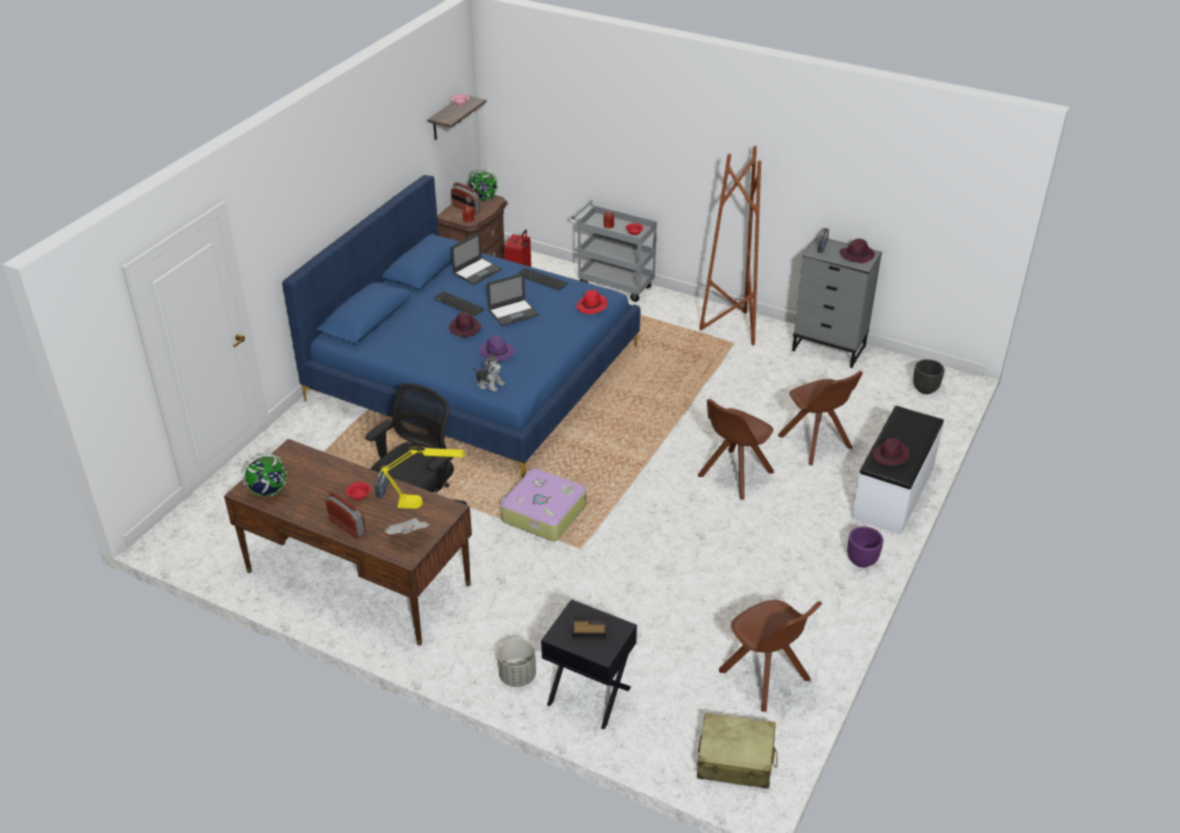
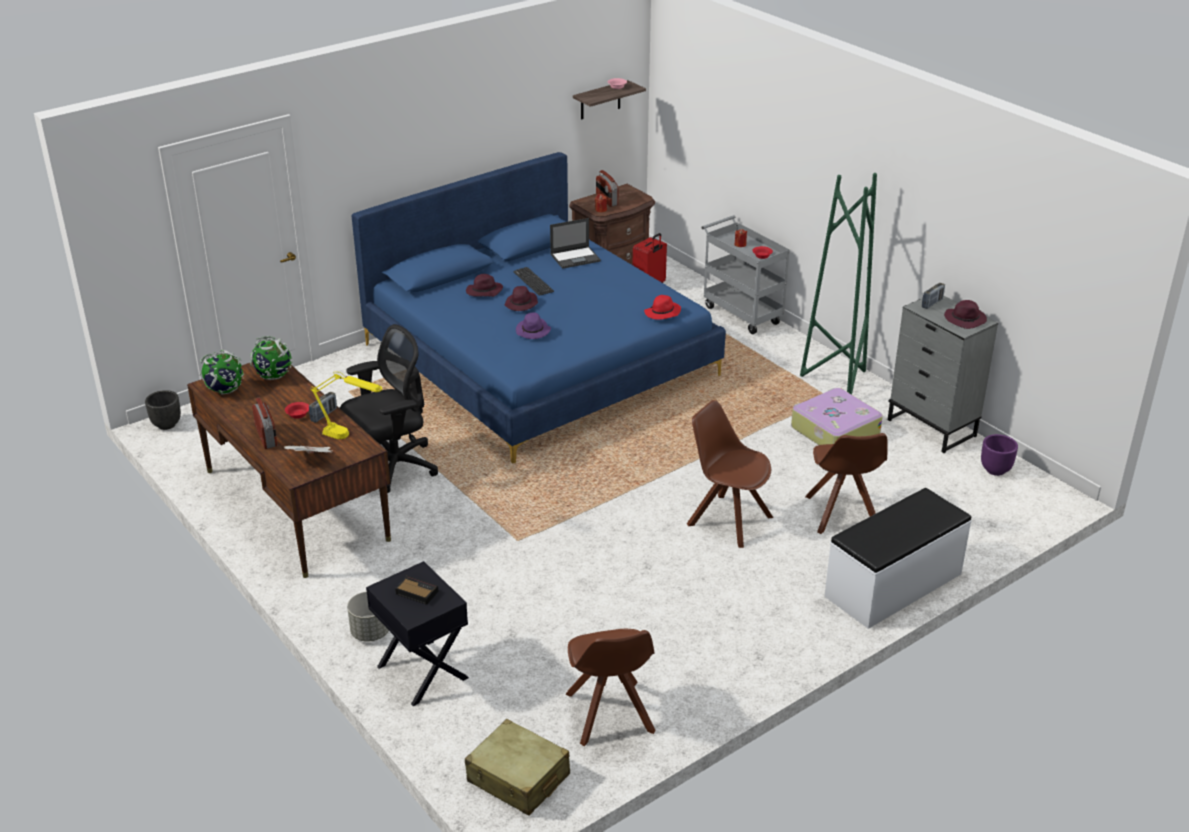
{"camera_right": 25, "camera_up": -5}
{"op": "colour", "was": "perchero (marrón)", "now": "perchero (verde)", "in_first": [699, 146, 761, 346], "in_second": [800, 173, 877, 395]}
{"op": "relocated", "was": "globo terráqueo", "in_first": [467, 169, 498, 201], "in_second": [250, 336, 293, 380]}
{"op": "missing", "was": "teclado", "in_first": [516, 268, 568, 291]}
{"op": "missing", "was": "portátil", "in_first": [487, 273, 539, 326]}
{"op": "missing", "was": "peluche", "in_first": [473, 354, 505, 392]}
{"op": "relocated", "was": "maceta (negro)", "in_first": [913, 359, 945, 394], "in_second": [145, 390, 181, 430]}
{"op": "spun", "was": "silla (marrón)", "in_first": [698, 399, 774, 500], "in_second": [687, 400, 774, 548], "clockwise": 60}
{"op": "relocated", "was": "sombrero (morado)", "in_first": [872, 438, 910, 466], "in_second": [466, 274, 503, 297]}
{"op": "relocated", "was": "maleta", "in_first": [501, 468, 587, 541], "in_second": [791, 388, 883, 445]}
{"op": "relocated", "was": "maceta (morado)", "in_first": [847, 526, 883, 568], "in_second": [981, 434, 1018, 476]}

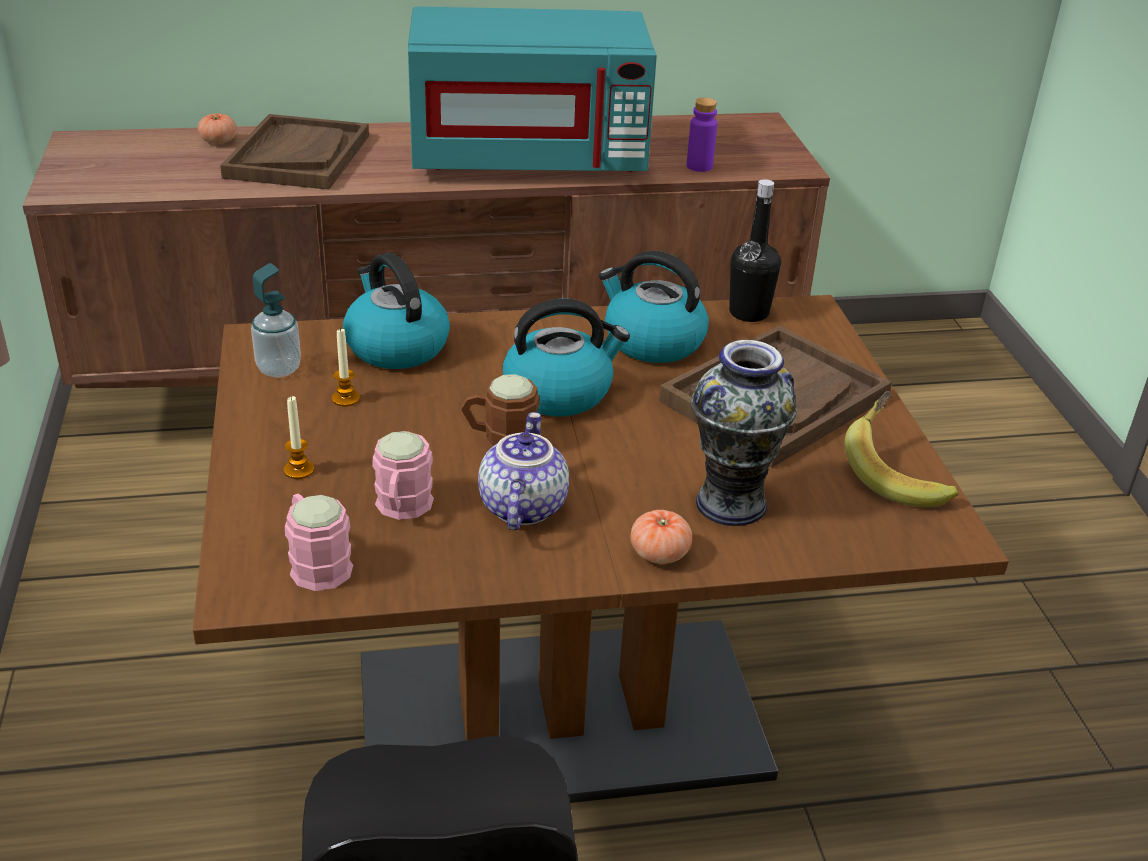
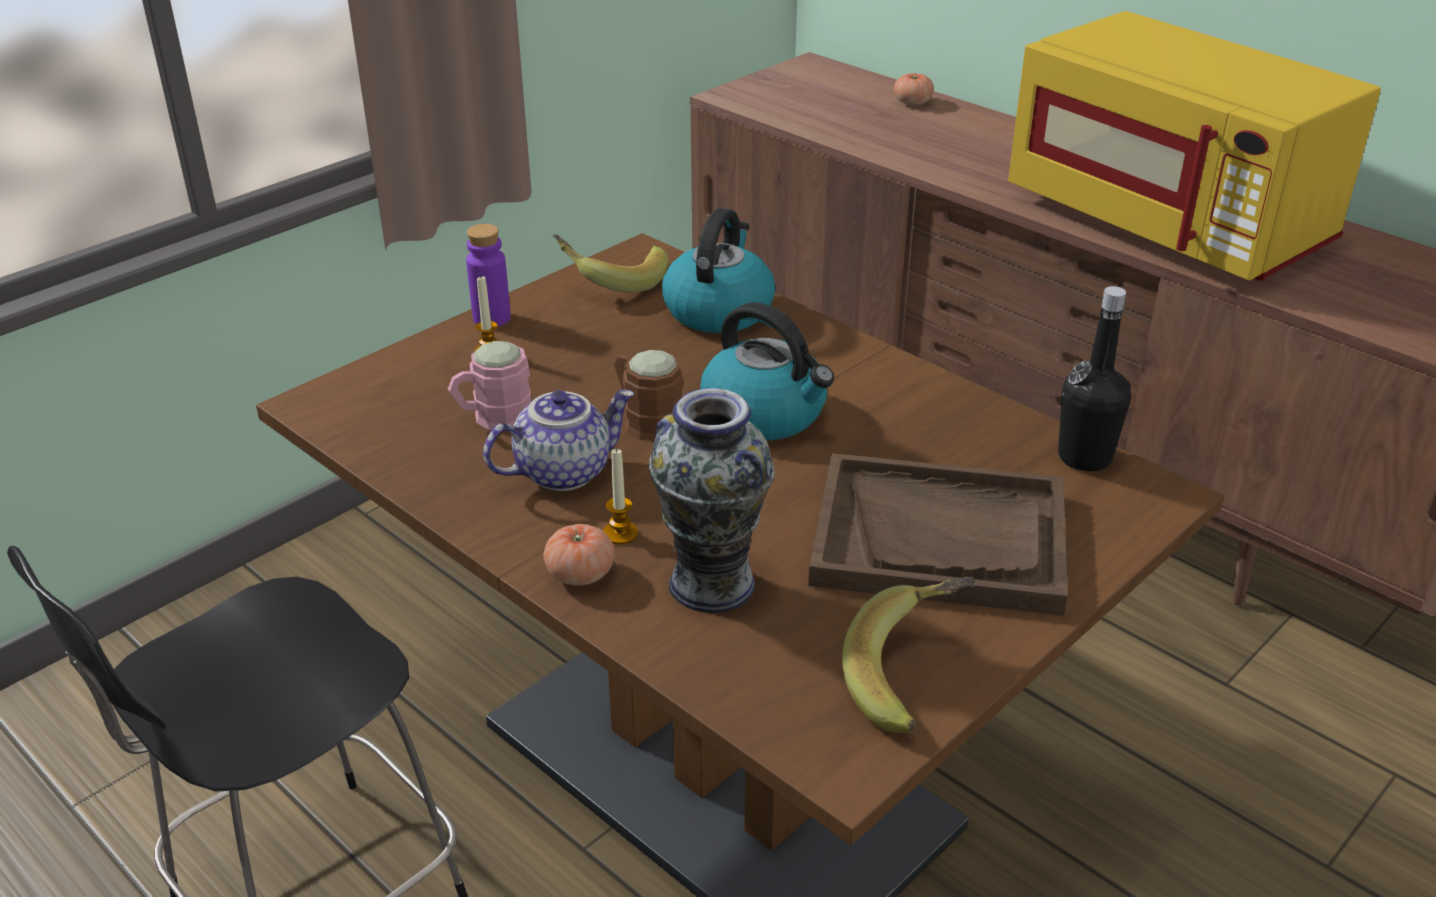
{"camera_right": 55, "camera_up": 0}
{"op": "colour", "was": "microondas (turquesa)", "now": "microondas (amarillo)", "in_first": [408, 6, 657, 172], "in_second": [1008, 11, 1381, 281]}
{"op": "relocated", "was": "botella (morado)", "in_first": [687, 98, 717, 172], "in_second": [466, 224, 511, 326]}
{"op": "missing", "was": "bandeja (marrón)", "in_first": [220, 114, 369, 190]}
{"op": "missing", "was": "hervidor", "in_first": [599, 251, 709, 363]}
{"op": "exchanged", "was": "dispensador de jabón", "now": "plátano", "in_first": [251, 263, 301, 377], "in_second": [553, 234, 668, 292]}
{"op": "relocated", "was": "vela", "in_first": [332, 327, 360, 407], "in_second": [603, 448, 638, 545]}
{"op": "missing", "was": "taza grande (rosa)", "in_first": [285, 493, 353, 591]}

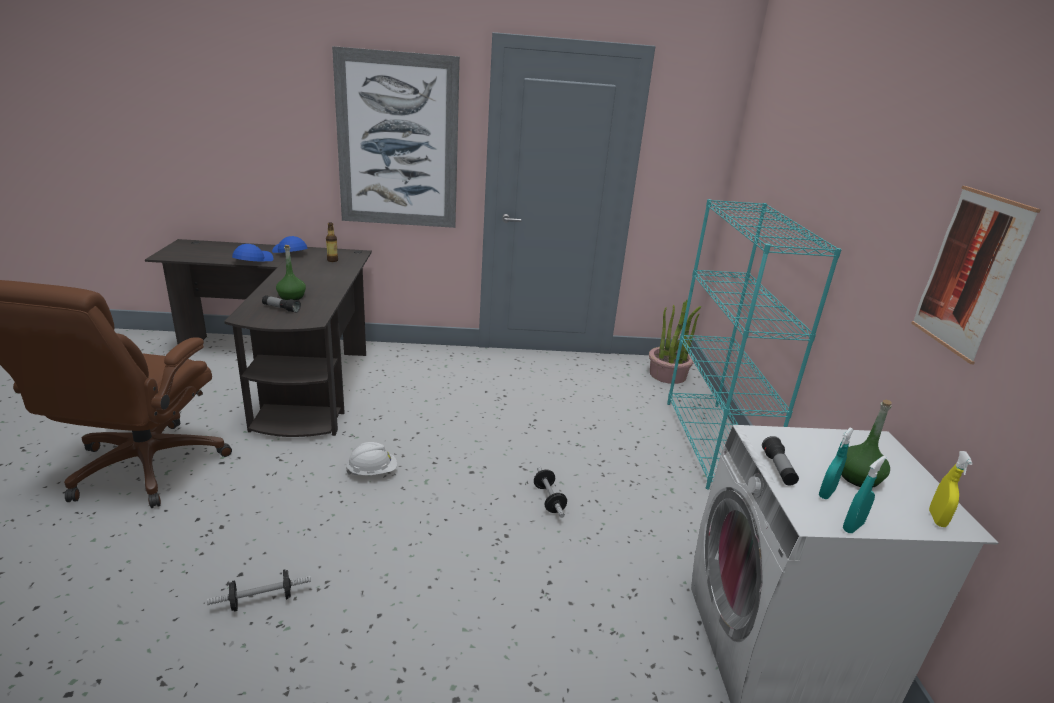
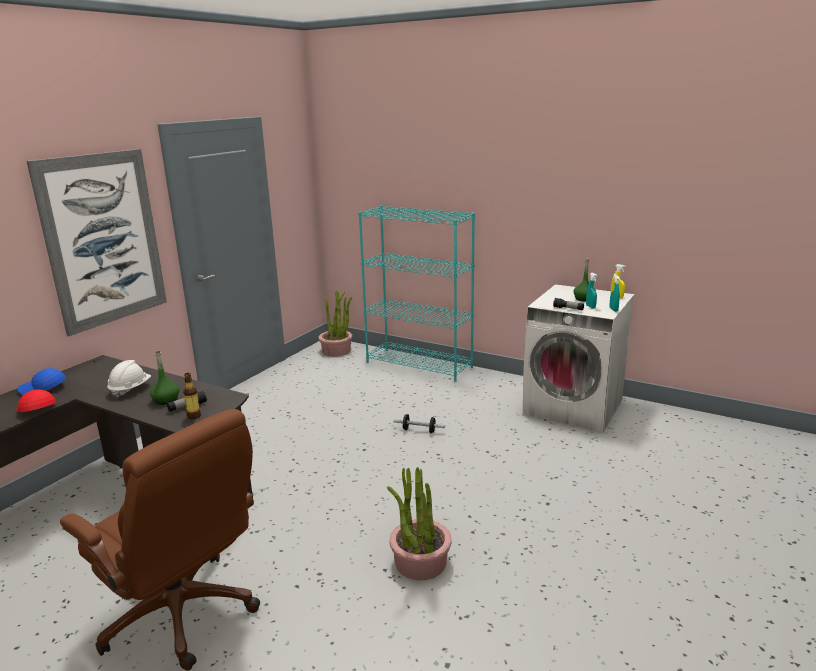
{"camera_right": -55, "camera_up": -5}
{"op": "missing", "was": "cuadro", "in_first": [911, 186, 1041, 364]}
{"op": "relocated", "was": "botella", "in_first": [326, 222, 338, 262], "in_second": [183, 373, 201, 419]}
{"op": "colour", "was": "gorra (azul)", "now": "gorra (rojo)", "in_first": [232, 244, 273, 261], "in_second": [16, 389, 56, 412]}
{"op": "relocated", "was": "casco (blanco)", "in_first": [346, 442, 397, 475], "in_second": [107, 360, 151, 398]}
{"op": "exchanged", "was": "mancuerna", "now": "planta en maceta", "in_first": [207, 569, 311, 612], "in_second": [387, 467, 452, 580]}

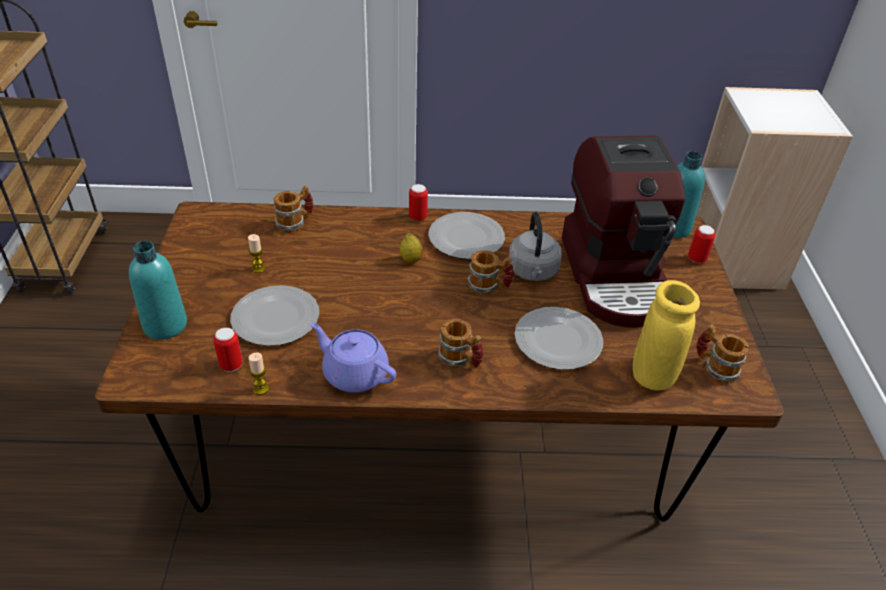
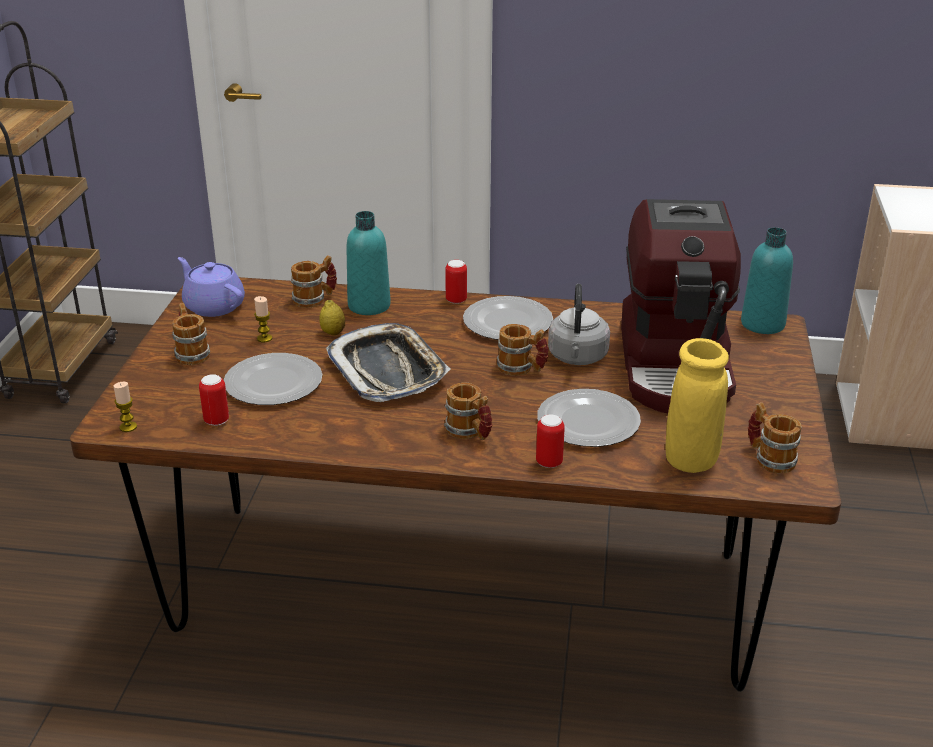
{"camera_right": 10, "camera_up": -10}
{"op": "relocated", "was": "lata", "in_first": [688, 225, 715, 263], "in_second": [536, 414, 565, 468]}
{"op": "relocated", "was": "limón", "in_first": [400, 233, 423, 263], "in_second": [319, 300, 345, 335]}
{"op": "relocated", "was": "botella (turquesa)", "in_first": [129, 241, 187, 340], "in_second": [346, 211, 391, 315]}
{"op": "relocated", "was": "tetera (morado)", "in_first": [310, 322, 396, 393], "in_second": [178, 257, 245, 317]}
{"op": "relocated", "was": "vela", "in_first": [249, 352, 269, 395], "in_second": [113, 382, 137, 432]}
{"op": "appeared", "now": "taza grande", "in_second": [172, 303, 210, 365]}
{"op": "appeared", "now": "bandeja", "in_second": [326, 323, 450, 402]}

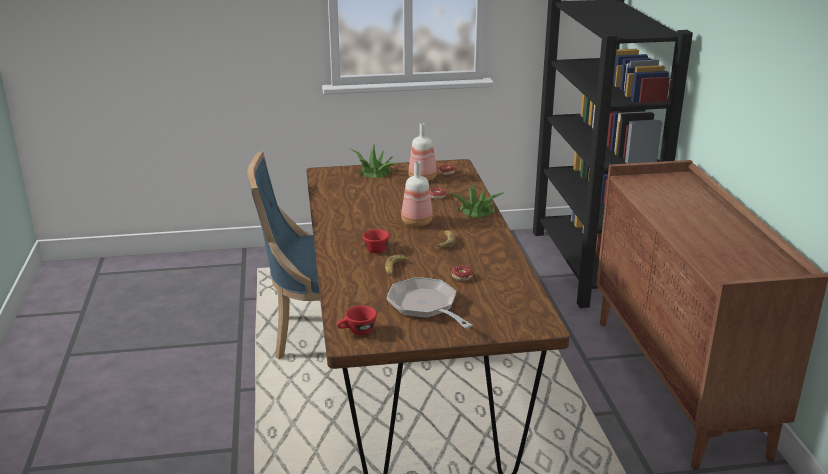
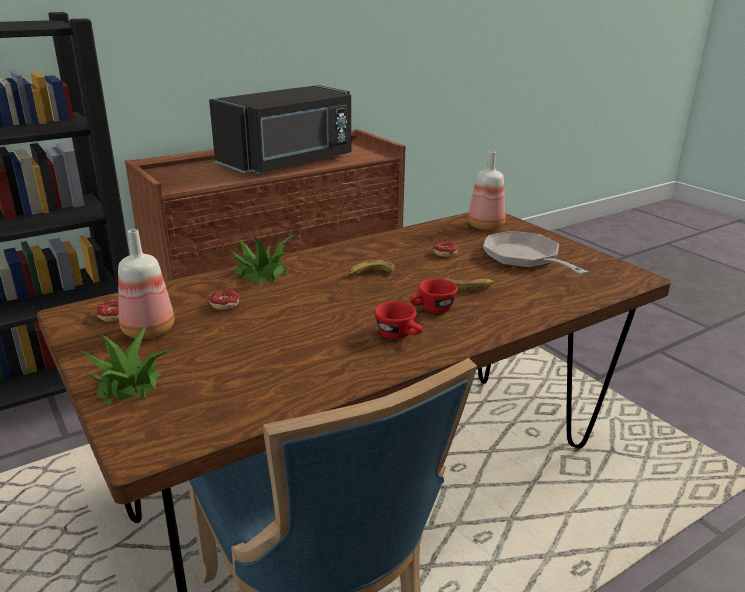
{"camera_right": -115, "camera_up": 0}
{"op": "relocated", "was": "botella", "in_first": [401, 161, 433, 226], "in_second": [468, 151, 505, 230]}
{"op": "spun", "was": "sartén", "in_first": [387, 277, 473, 328], "in_second": [483, 231, 588, 275], "clockwise": 120}
{"op": "relocated", "was": "taza (rojo)", "in_first": [337, 306, 377, 335], "in_second": [375, 301, 423, 339]}
{"op": "appeared", "now": "microondas (negro)", "in_second": [209, 85, 351, 174]}

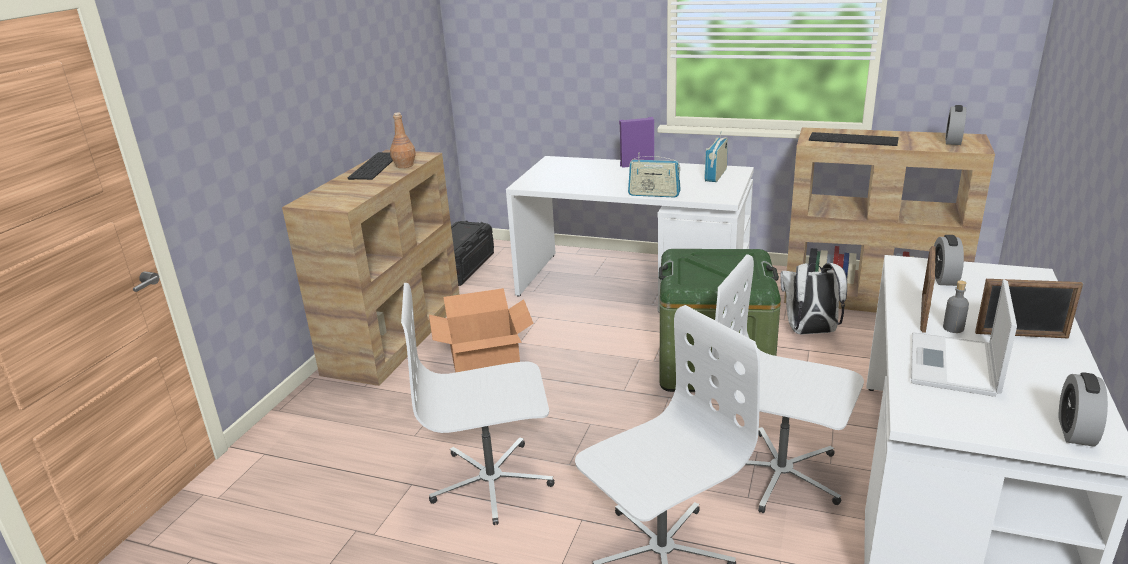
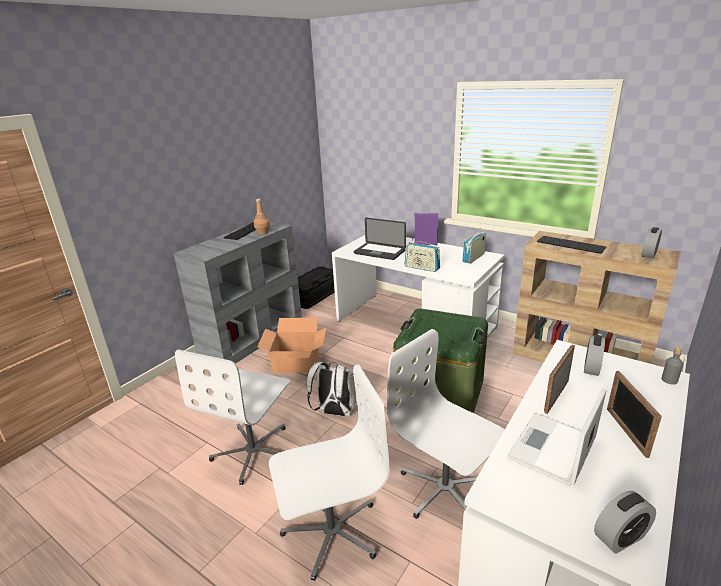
{"camera_right": 15, "camera_up": 0}
{"op": "colour", "was": "estantería (marrón)", "now": "estantería (gris)", "in_first": [282, 150, 460, 386], "in_second": [173, 221, 302, 364]}
{"op": "relocated", "was": "mochila (blanco)", "in_first": [780, 263, 847, 335], "in_second": [307, 362, 356, 416]}
{"op": "spun", "was": "portarretratos", "in_first": [975, 279, 1083, 339], "in_second": [607, 371, 662, 458], "clockwise": 60}
{"op": "relocated", "was": "botella (gris)", "in_first": [943, 280, 969, 333], "in_second": [662, 347, 683, 385]}
{"op": "spun", "was": "silla de oficina (blanco)", "in_first": [401, 283, 554, 525], "in_second": [175, 350, 290, 485], "clockwise": -75}
{"op": "spun", "was": "despertador", "in_first": [1058, 372, 1108, 447], "in_second": [594, 491, 656, 554], "clockwise": -150}
{"op": "appeared", "now": "portátil", "in_second": [354, 218, 406, 260]}

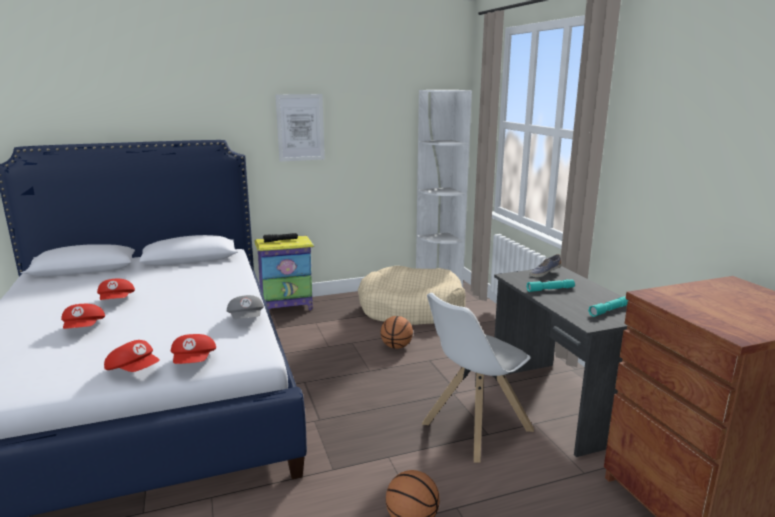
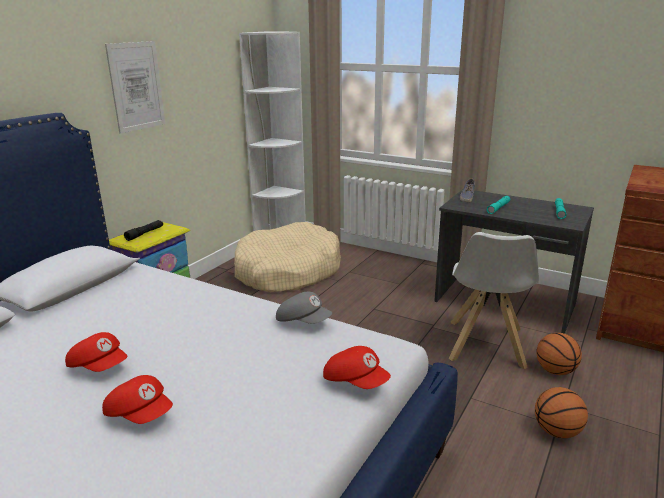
{"camera_right": -40, "camera_up": 5}
{"op": "relocated", "was": "balón de baloncesto", "in_first": [380, 316, 413, 349], "in_second": [536, 333, 582, 375]}
{"op": "missing", "was": "gorra (rojo)", "in_first": [104, 340, 160, 372]}

